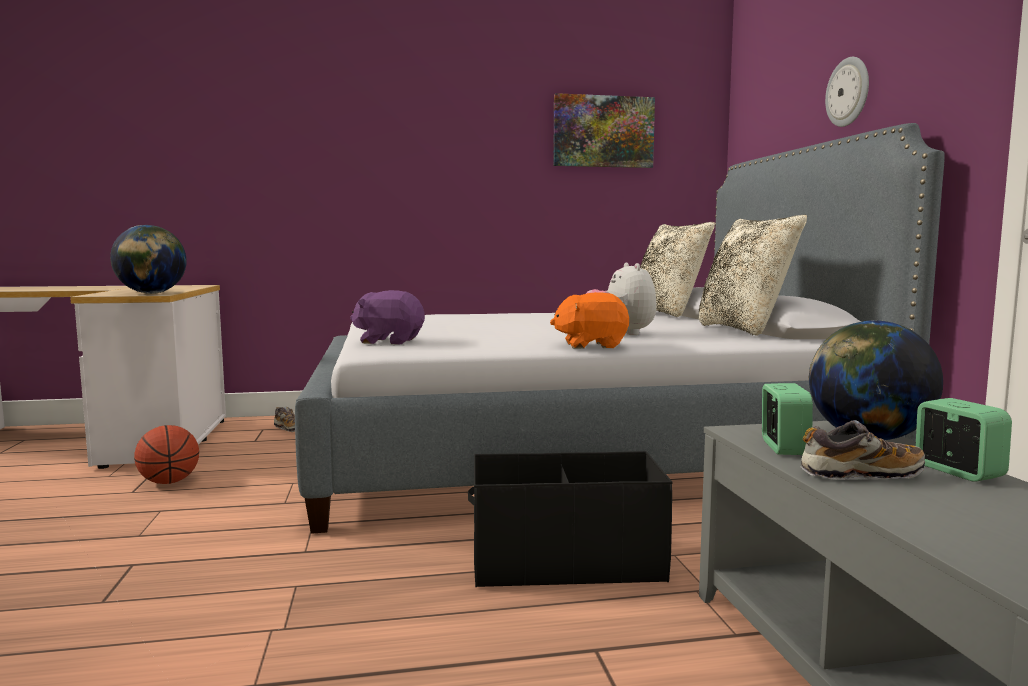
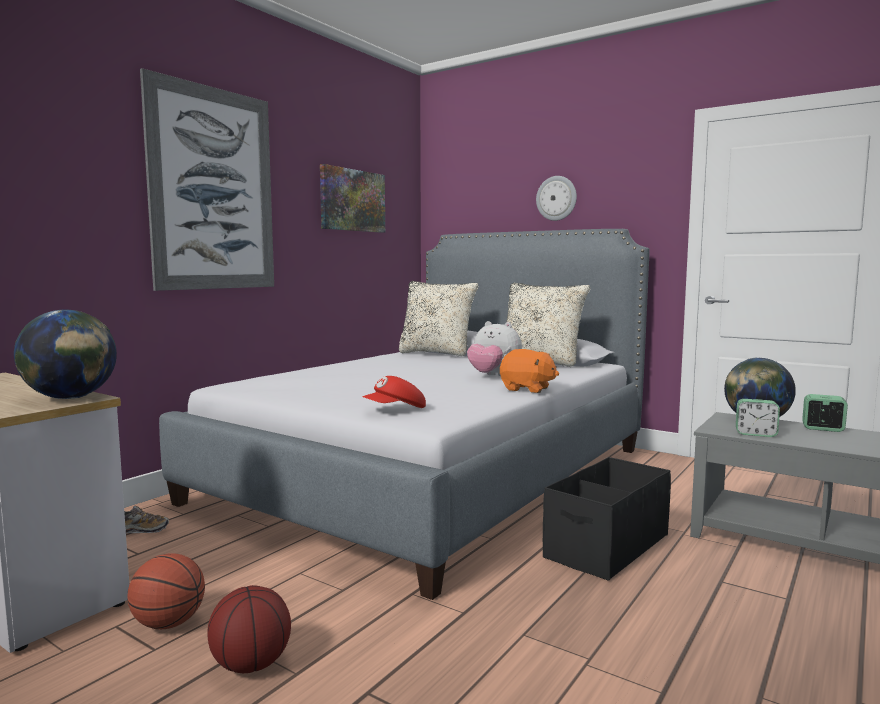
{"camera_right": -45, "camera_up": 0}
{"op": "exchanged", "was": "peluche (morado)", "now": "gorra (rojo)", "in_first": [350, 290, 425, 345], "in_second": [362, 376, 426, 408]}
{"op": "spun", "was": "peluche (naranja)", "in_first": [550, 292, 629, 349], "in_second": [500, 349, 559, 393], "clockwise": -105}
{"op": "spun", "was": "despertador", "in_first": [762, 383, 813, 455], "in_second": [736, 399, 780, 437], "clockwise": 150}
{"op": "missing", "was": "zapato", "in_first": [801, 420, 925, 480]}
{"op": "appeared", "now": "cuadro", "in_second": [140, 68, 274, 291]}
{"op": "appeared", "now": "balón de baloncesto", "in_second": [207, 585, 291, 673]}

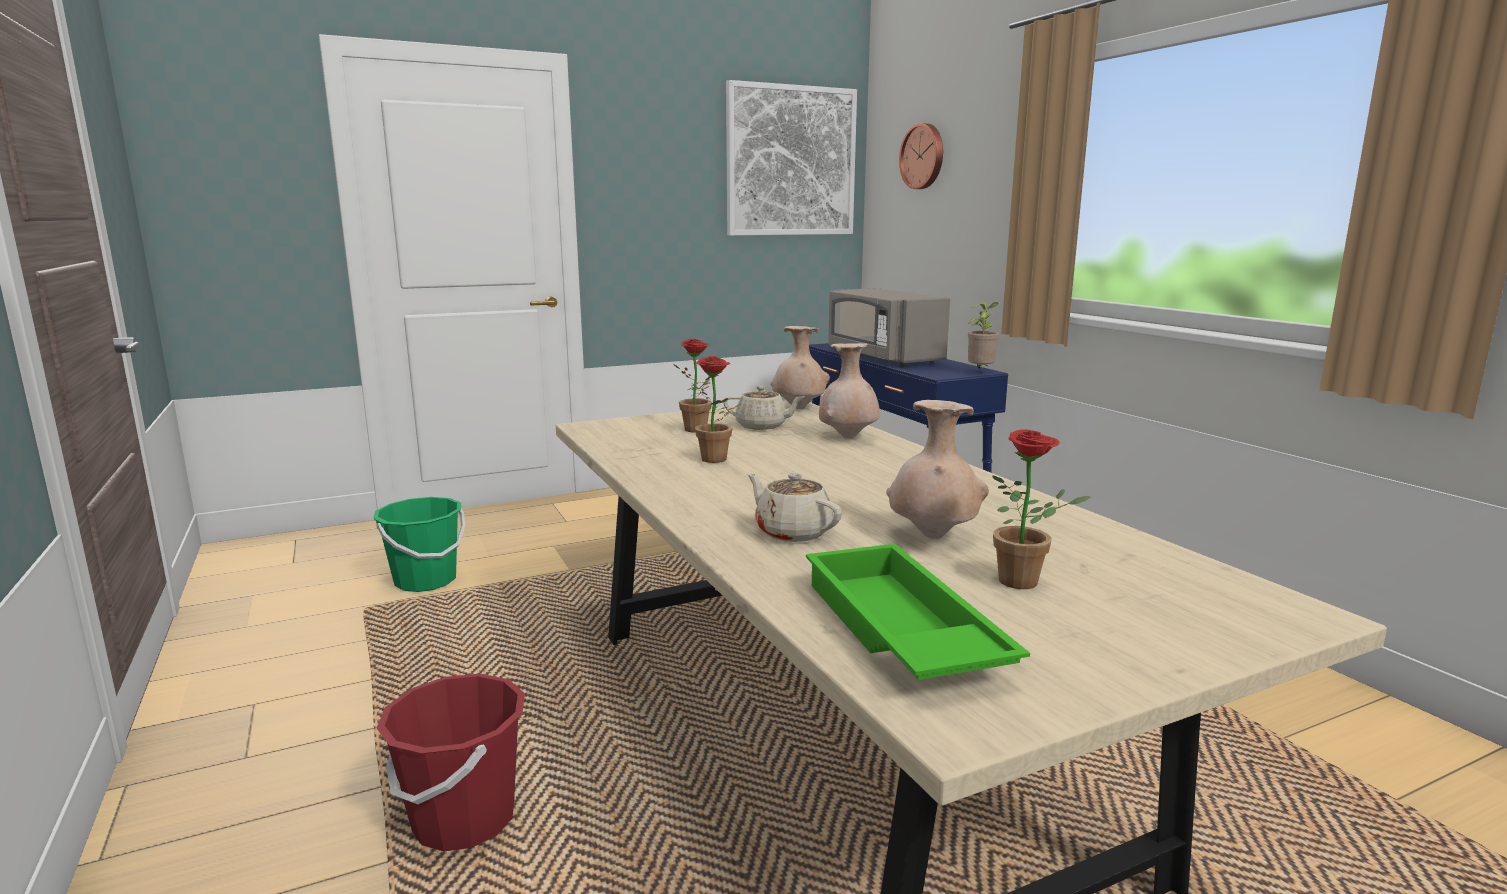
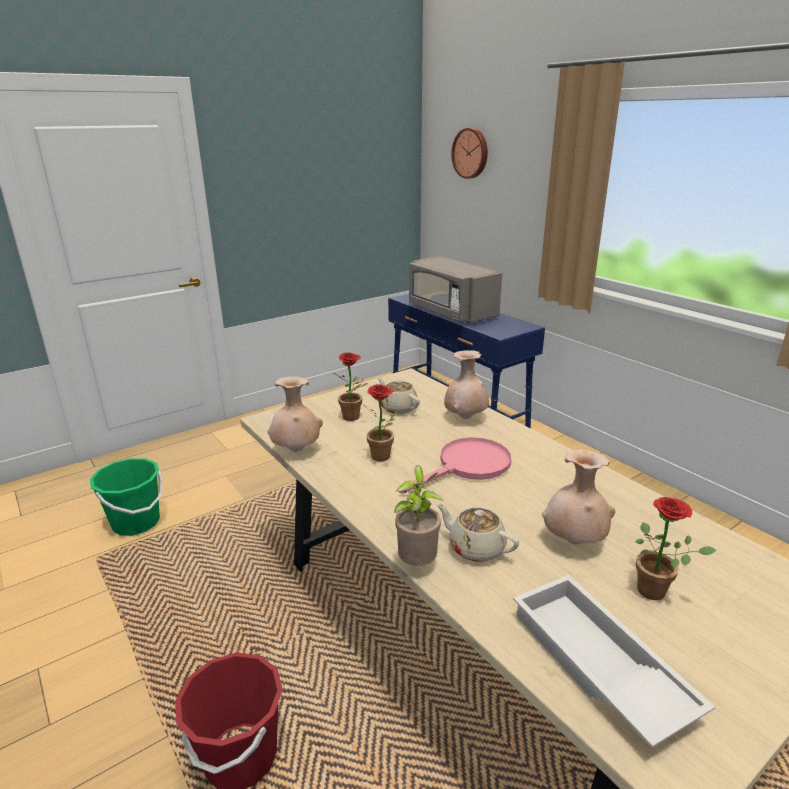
{"camera_right": -10, "camera_up": 10}
{"op": "missing", "was": "cuadro", "in_first": [726, 80, 857, 236]}
{"op": "relocated", "was": "planta en maceta", "in_first": [968, 302, 999, 369], "in_second": [394, 466, 443, 566]}
{"op": "relocated", "was": "florero (beis)", "in_first": [770, 326, 830, 409], "in_second": [267, 376, 323, 452]}
{"op": "spun", "was": "tetera (beis)", "in_first": [723, 386, 804, 430], "in_second": [377, 377, 420, 414], "clockwise": -135}
{"op": "colour", "was": "bandeja (verde)", "now": "bandeja (blanco)", "in_first": [806, 544, 1030, 680], "in_second": [513, 575, 715, 748]}
{"op": "appeared", "now": "sartén (rosa)", "in_second": [399, 437, 511, 493]}

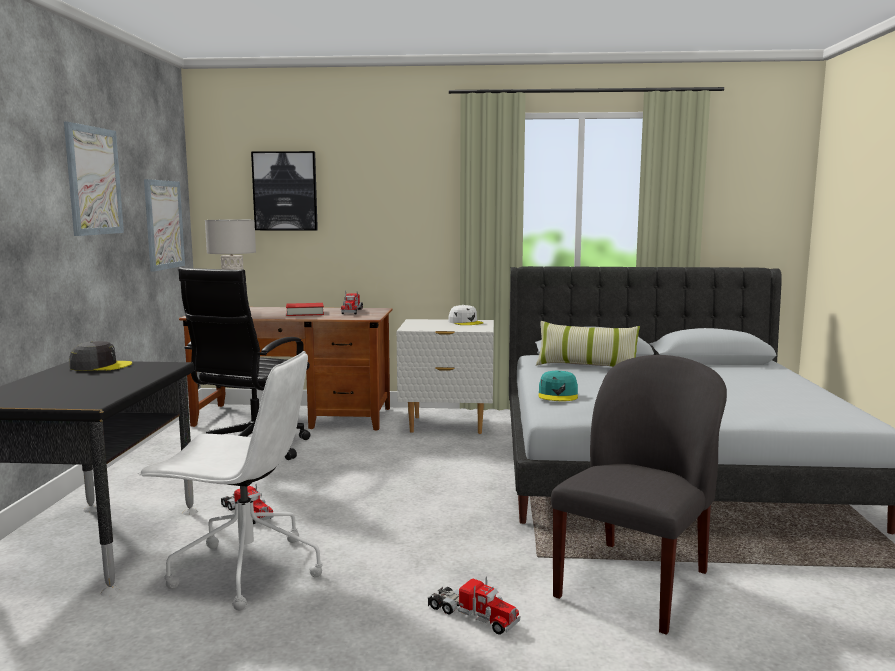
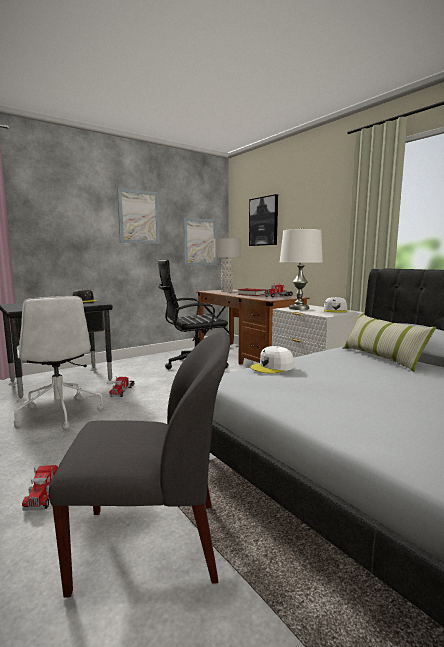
{"camera_right": 50, "camera_up": 0}
{"op": "colour", "was": "gorra (turquesa)", "now": "gorra (blanco)", "in_first": [538, 371, 578, 401], "in_second": [250, 346, 294, 373]}
{"op": "appeared", "now": "lámpara de mesa (blanco)", "in_second": [280, 227, 323, 310]}

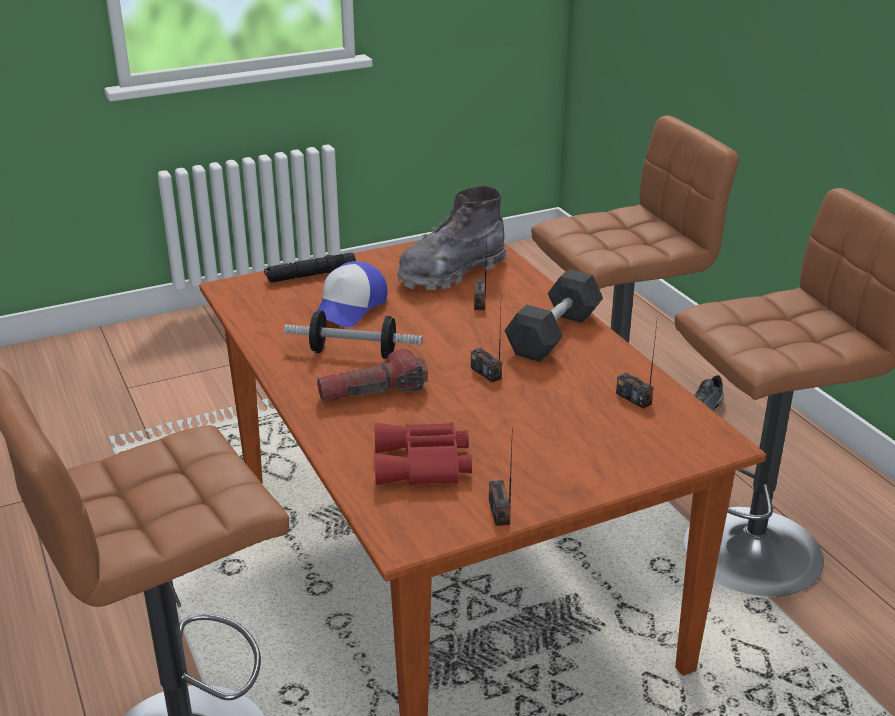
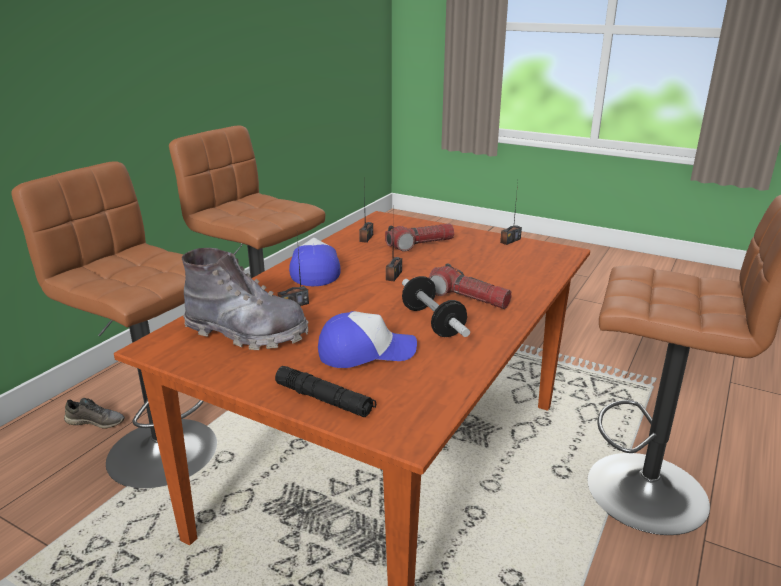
{"camera_right": -125, "camera_up": -5}
{"op": "exchanged", "was": "mancuerna (gris)", "now": "gorra", "in_first": [504, 269, 603, 362], "in_second": [289, 238, 341, 286]}
{"op": "missing", "was": "prismáticos (rojo)", "in_first": [374, 422, 472, 485]}
{"op": "appeared", "now": "linterna", "in_second": [385, 223, 454, 252]}

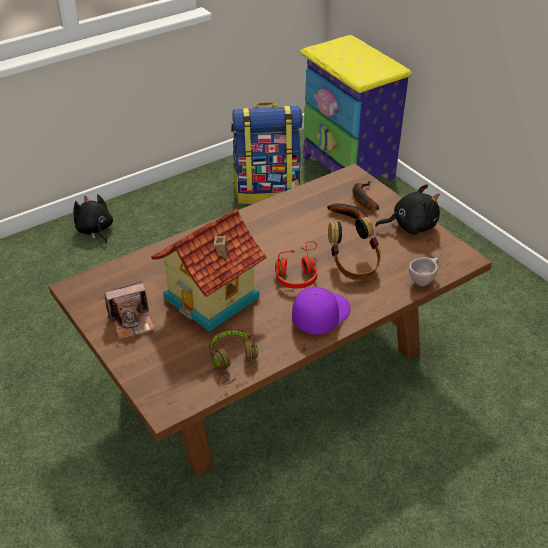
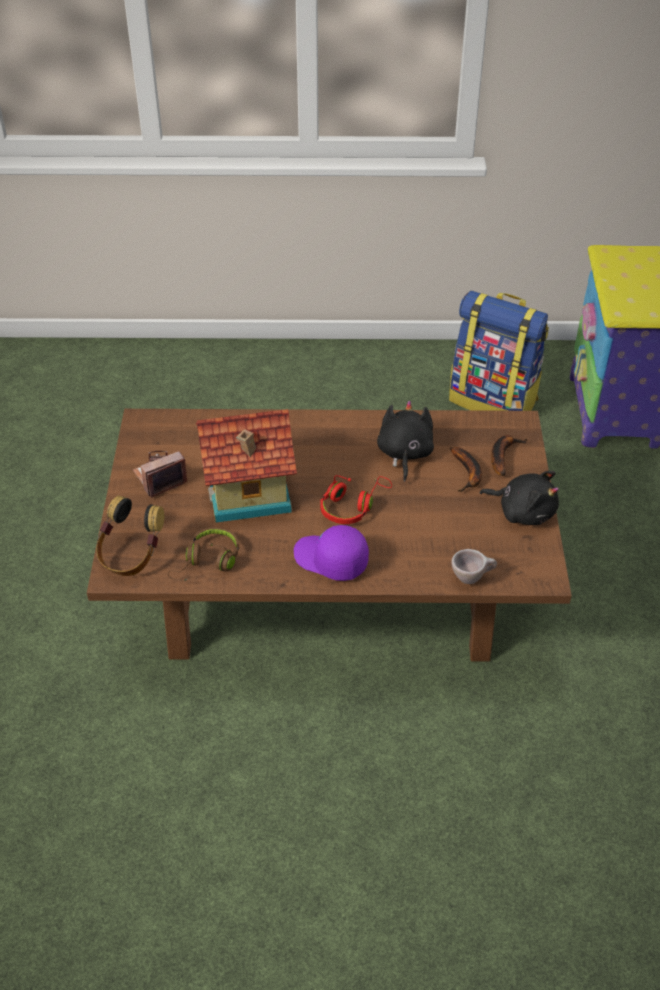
{"camera_right": 35, "camera_up": 5}
{"op": "relocated", "was": "peluche (negro)", "in_first": [73, 194, 113, 244], "in_second": [377, 400, 434, 482]}
{"op": "relocated", "was": "auriculares", "in_first": [328, 217, 381, 280], "in_second": [96, 495, 164, 576]}
{"op": "spun", "was": "cámara", "in_first": [104, 281, 155, 339], "in_second": [133, 451, 187, 498], "clockwise": 135}
{"op": "spun", "was": "gorra (morado)", "in_first": [292, 287, 351, 335], "in_second": [294, 525, 369, 581], "clockwise": -135}

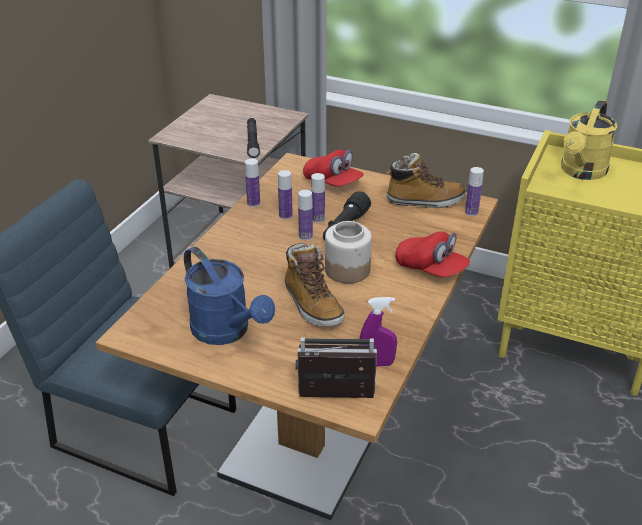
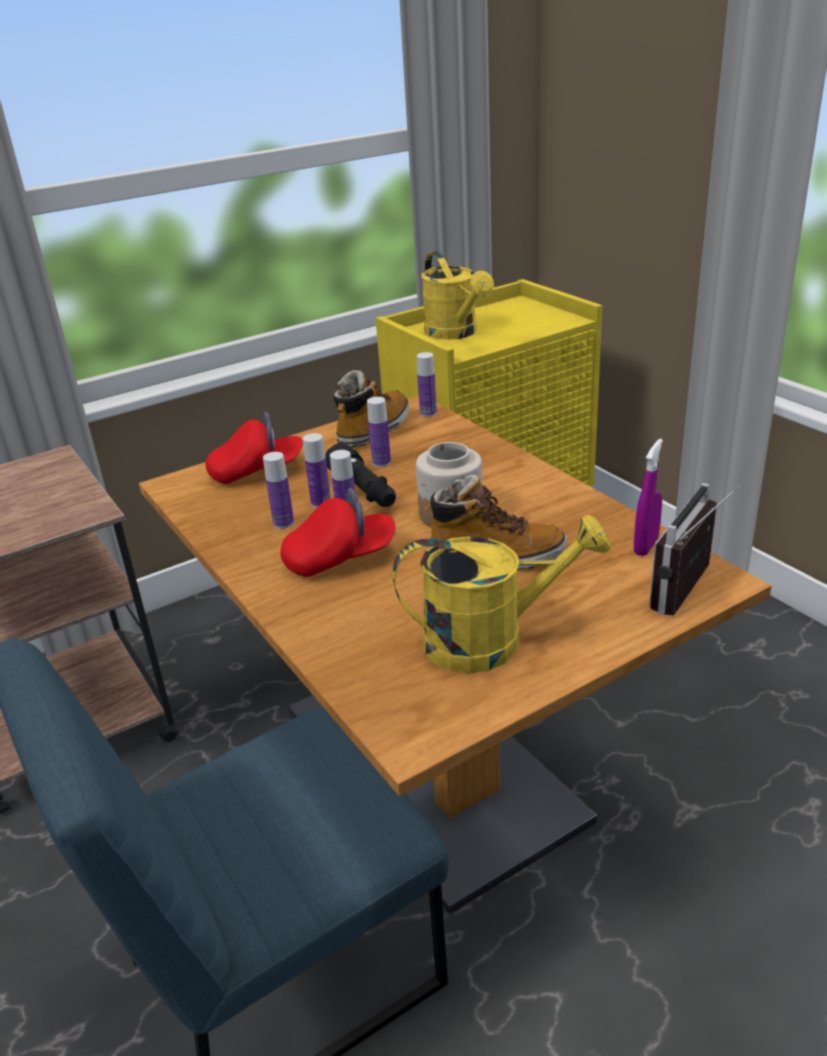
{"camera_right": -55, "camera_up": -5}
{"op": "missing", "was": "linterna (negro)", "in_first": [247, 118, 260, 158]}
{"op": "relocated", "was": "botella", "in_first": [245, 158, 260, 207], "in_second": [367, 397, 391, 467]}
{"op": "relocated", "was": "gorra (rojo)", "in_first": [395, 231, 470, 277], "in_second": [280, 488, 396, 577]}
{"op": "colour", "was": "regadera (azul)", "now": "regadera (amarillo)", "in_first": [184, 247, 275, 345], "in_second": [393, 515, 611, 673]}

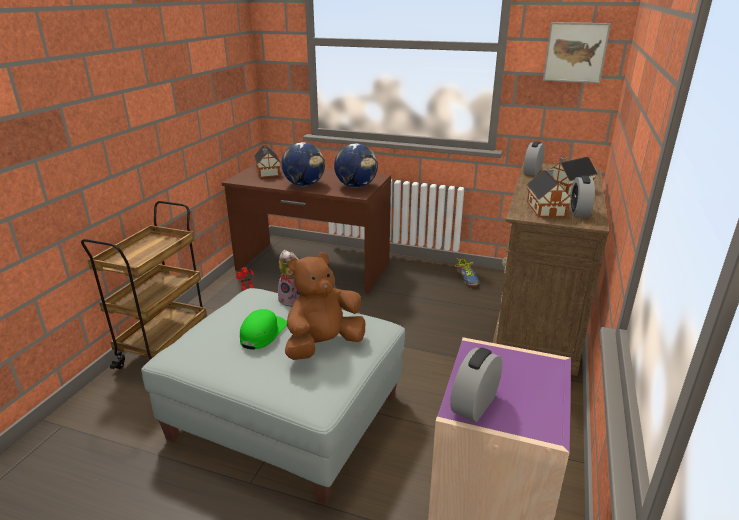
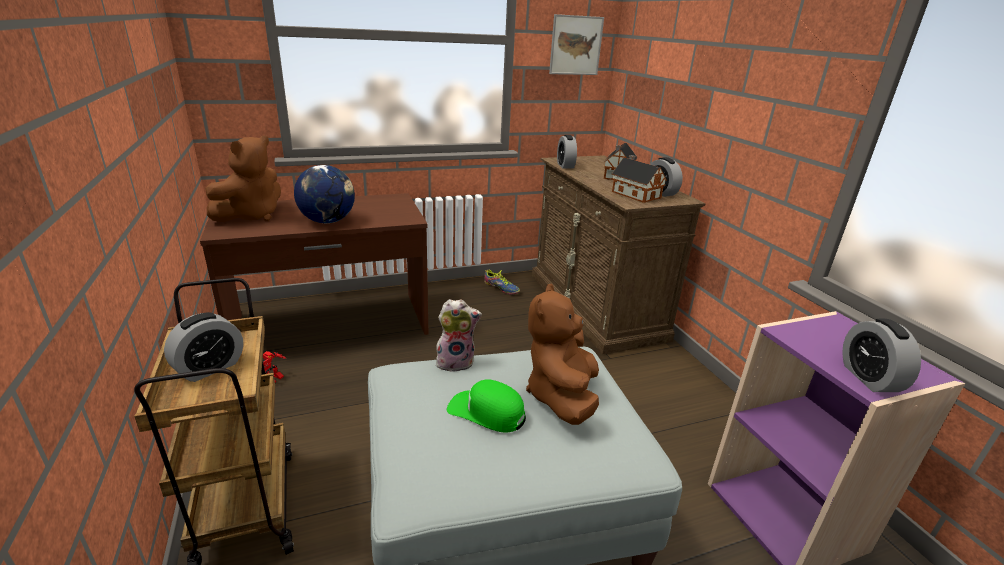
{"camera_right": -40, "camera_up": 0}
{"op": "missing", "was": "globo terráqueo", "in_first": [334, 143, 378, 188]}
{"op": "exchanged", "was": "casita", "now": "peluche (marrón)", "in_first": [254, 145, 281, 178], "in_second": [205, 136, 281, 222]}
{"op": "spun", "was": "gorra (verde)", "in_first": [240, 309, 287, 350], "in_second": [447, 379, 526, 432], "clockwise": -45}
{"op": "appeared", "now": "despertador", "in_second": [164, 312, 243, 382]}

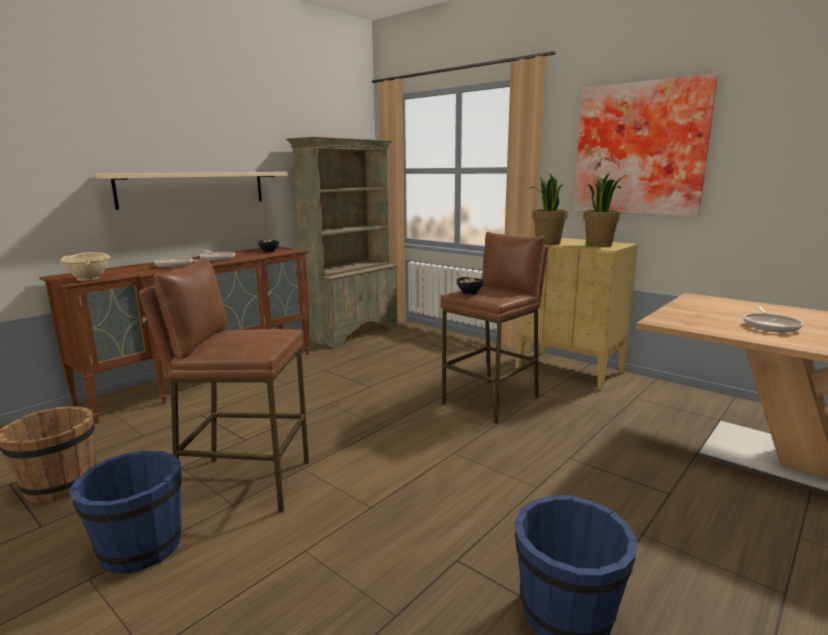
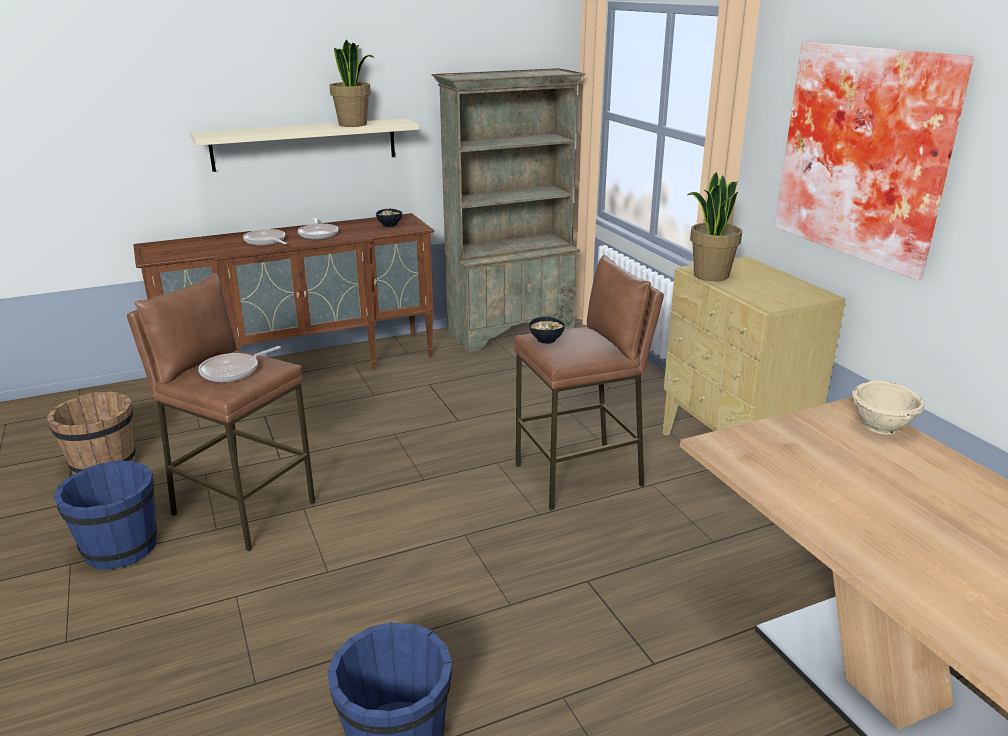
{"camera_right": 25, "camera_up": 10}
{"op": "relocated", "was": "planta en maceta", "in_first": [583, 173, 627, 247], "in_second": [330, 39, 375, 127]}
{"op": "relocated", "was": "cuenco (beis)", "in_first": [60, 252, 110, 281], "in_second": [852, 381, 924, 435]}
{"op": "relocated", "was": "sartén", "in_first": [743, 307, 803, 333], "in_second": [198, 346, 281, 382]}

